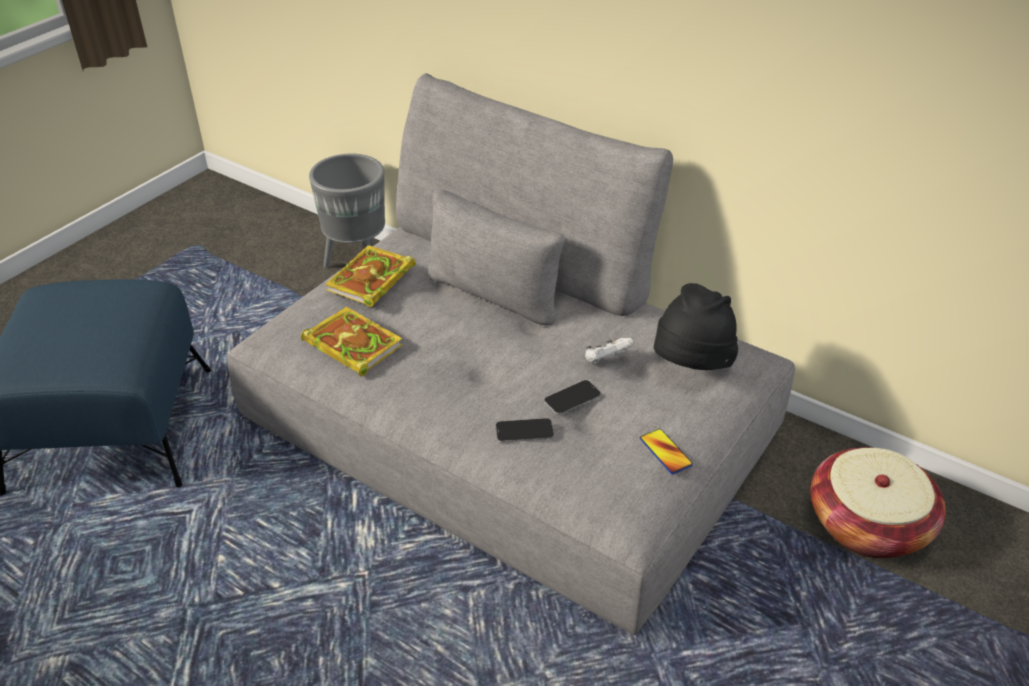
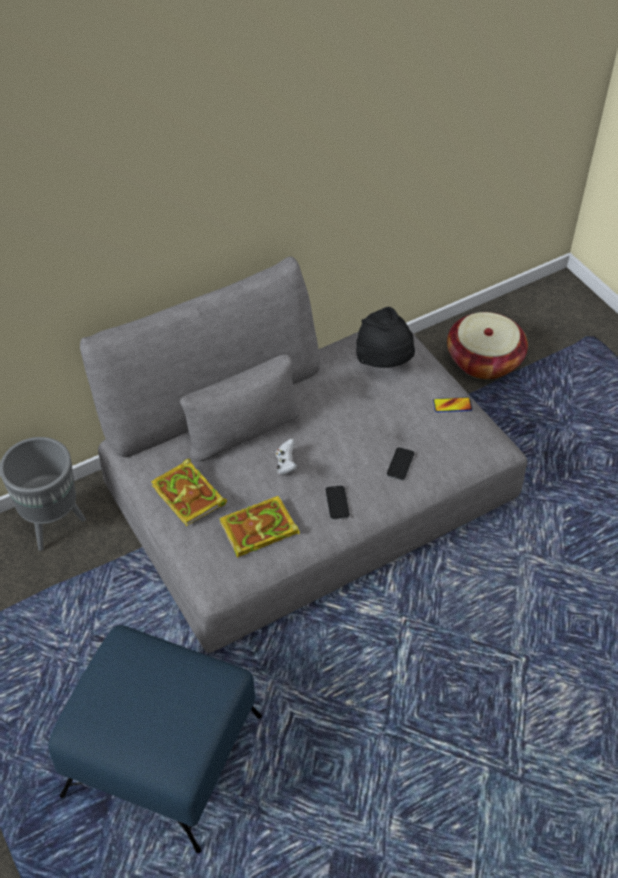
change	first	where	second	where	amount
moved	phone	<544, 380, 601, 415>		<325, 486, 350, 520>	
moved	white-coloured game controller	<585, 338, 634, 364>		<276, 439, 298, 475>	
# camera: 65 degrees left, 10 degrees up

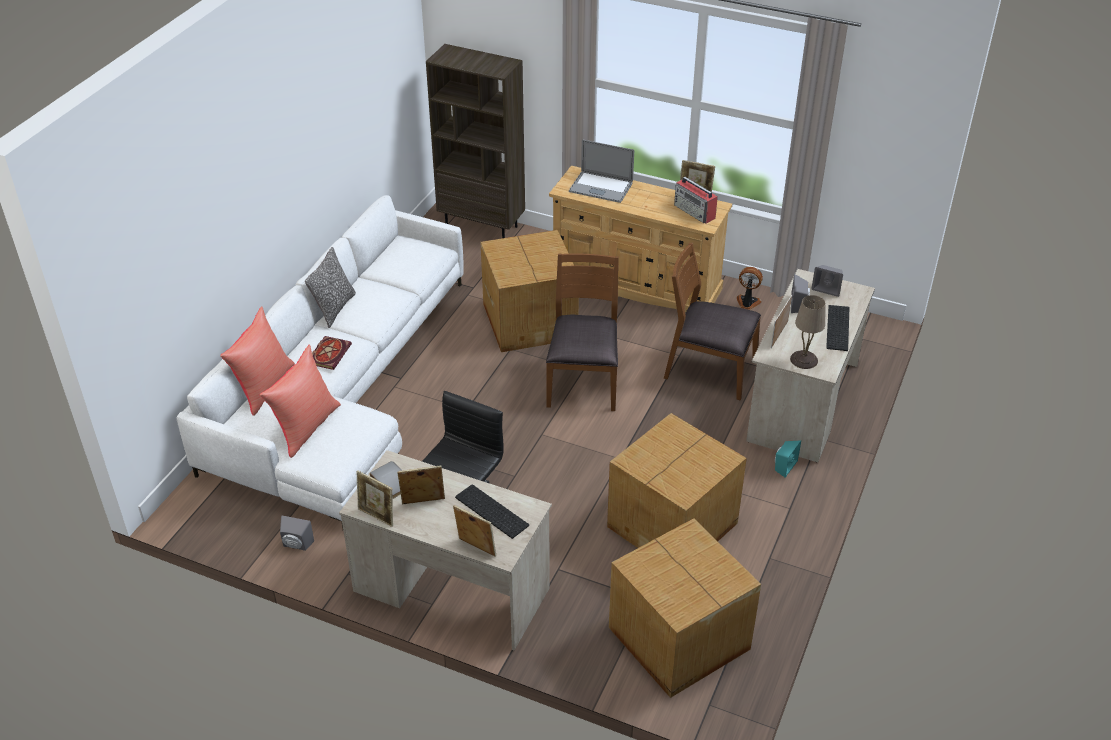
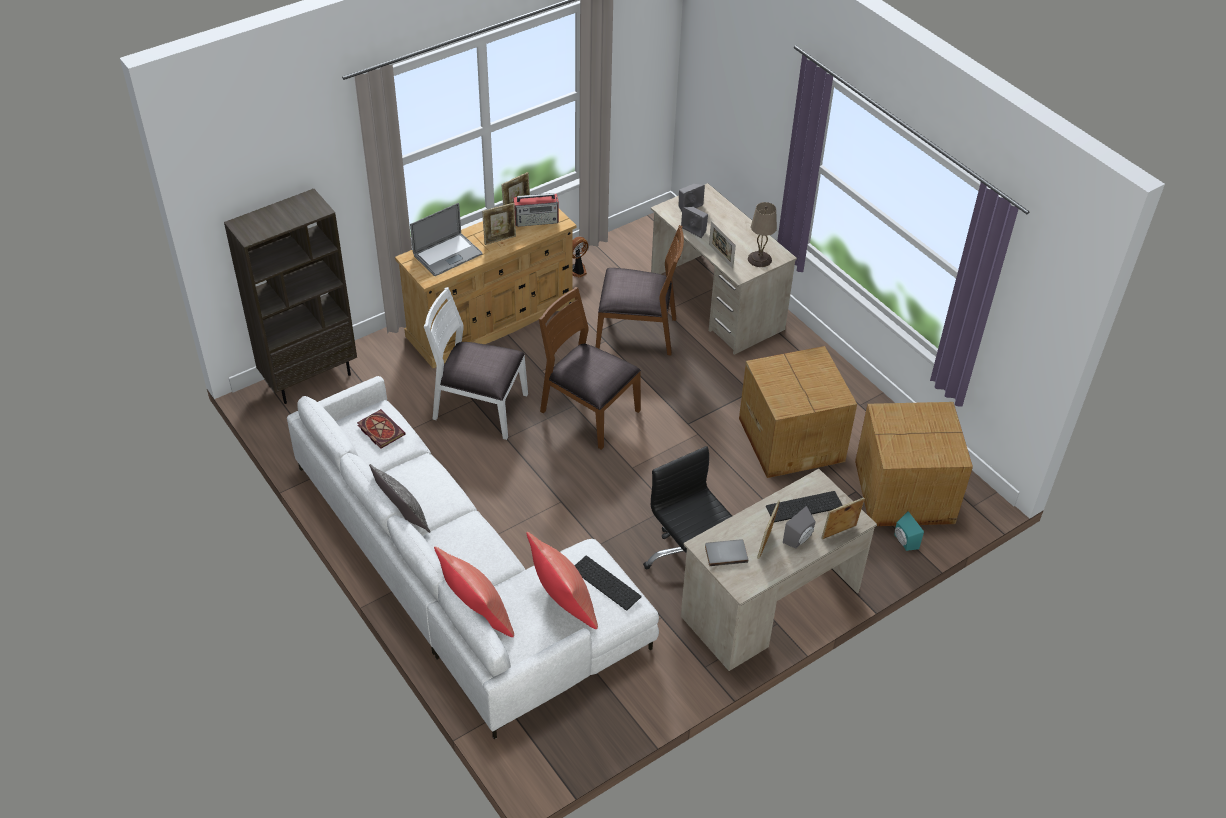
change	first	where	second	where	amount
moved	grey loudspeaker	<280, 516, 314, 551>		<783, 506, 816, 549>	
moved	volume	<312, 336, 352, 370>		<357, 409, 406, 449>	
moved	picture frame	<356, 470, 393, 527>		<482, 203, 516, 245>	
replaced	cardboard box	<480, 230, 579, 352>	white-coloured upright chair	<424, 287, 528, 440>	
turned	brown-coloured upright chair	<664, 243, 761, 401>		<596, 225, 684, 355>	135 degrees counterclockwise
moved	blue-green loudspeaker	<775, 440, 801, 478>		<894, 511, 924, 551>	
moved	PC keyboard	<826, 305, 850, 351>		<575, 556, 641, 611>	
# camera: 60 degrees left, 5 degrees up

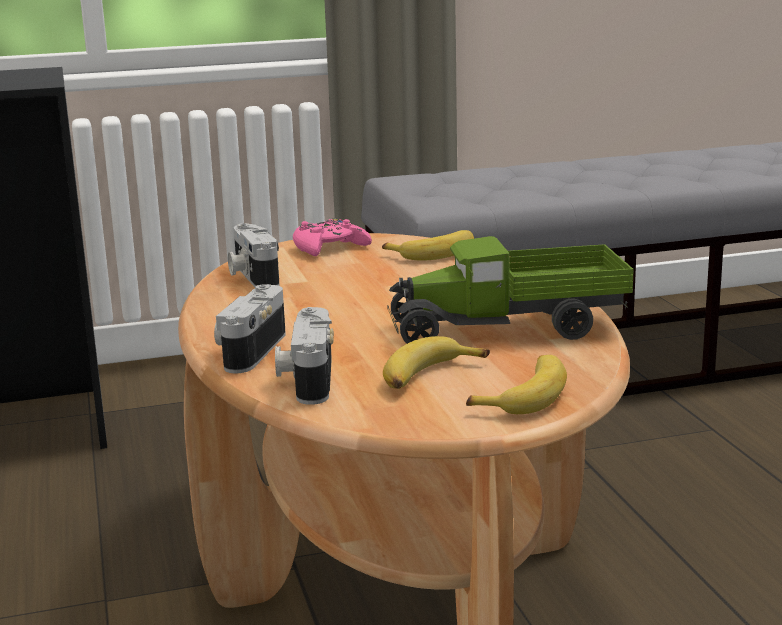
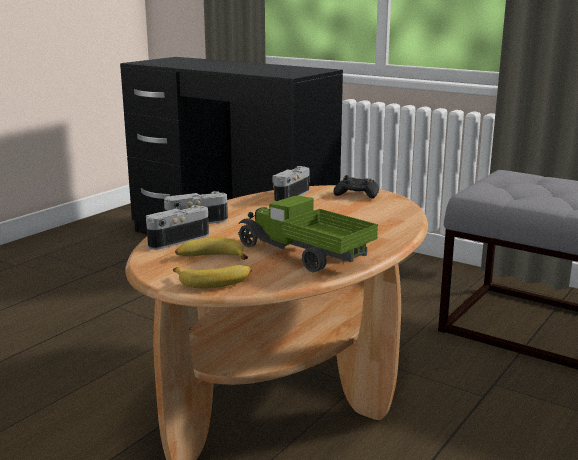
change	first	where	second	where	amount
recoloured	pink game controller	<293, 218, 372, 256>	black game controller	<333, 175, 379, 199>	
removed	whole banana	<382, 230, 474, 260>			
# camera: 50 degrees right, 0 degrees up

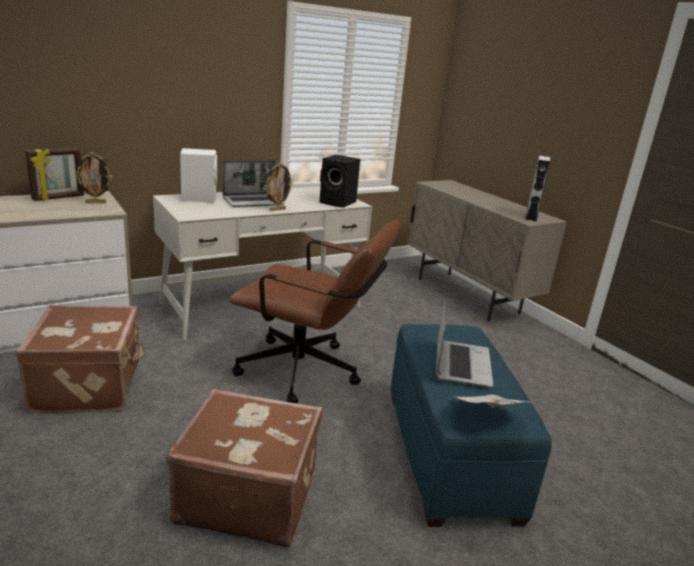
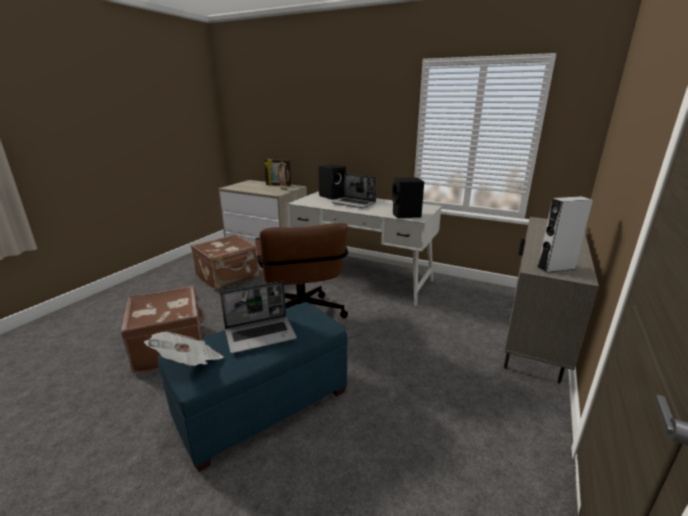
change	first	where	second	where	amount
recoloured	white-coloured loudspeaker	<180, 148, 217, 203>	black loudspeaker	<318, 164, 346, 200>	
removed	picture frame	<265, 163, 293, 211>			
# camera: 60 degrees right, 0 degrees up

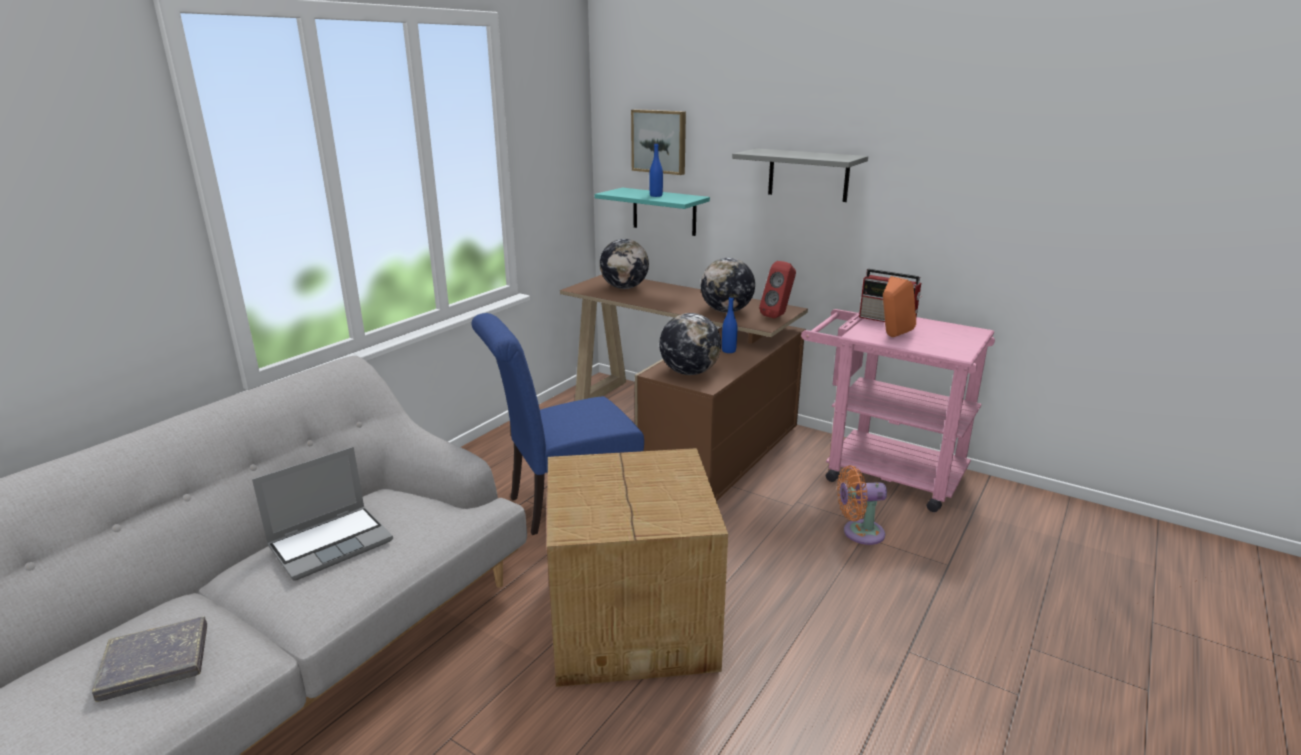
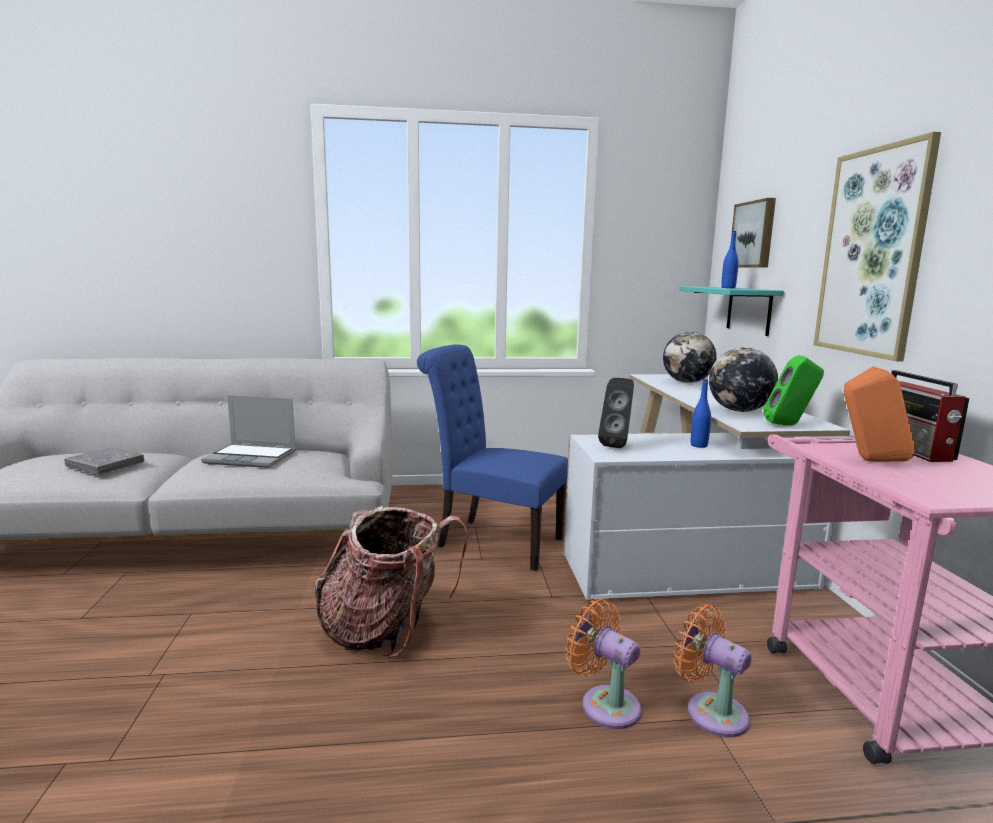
change	first	where	second	where	amount
replaced	cardboard box	<547, 448, 728, 687>	rucksack	<313, 506, 469, 658>	
recoloured	brown-coloured desk unit	<560, 275, 808, 501>	white-coloured desk unit	<564, 374, 850, 600>	
replaced	desk globe	<659, 313, 721, 375>	black loudspeaker	<598, 378, 634, 448>	
replaced	grey bracket shelf	<732, 149, 868, 202>	wall picture	<814, 132, 941, 361>	
recoloured	red loudspeaker	<759, 261, 796, 319>	green-coloured loudspeaker	<763, 355, 824, 426>	
added			orange electric fan	<566, 598, 641, 729>	
# camera: 50 degrees right, 10 degrees down

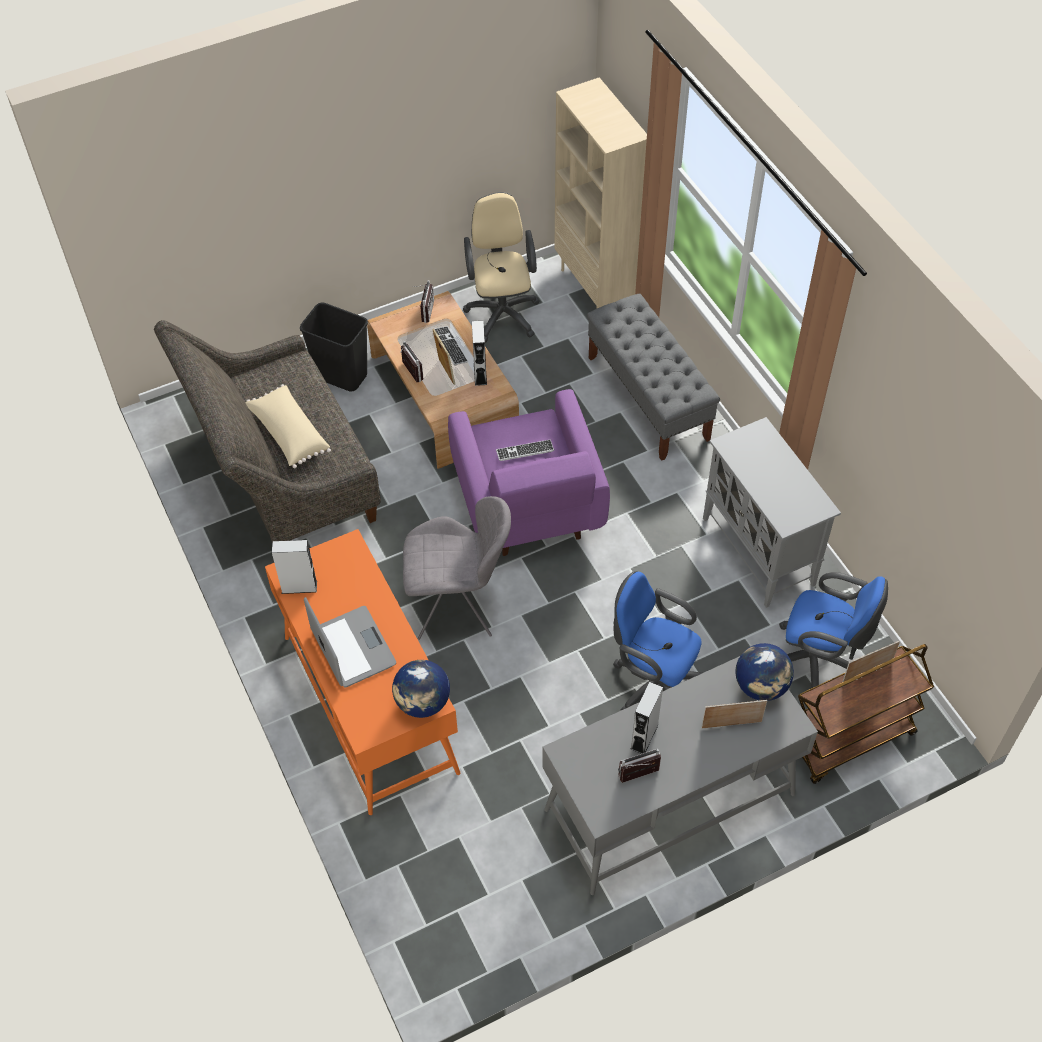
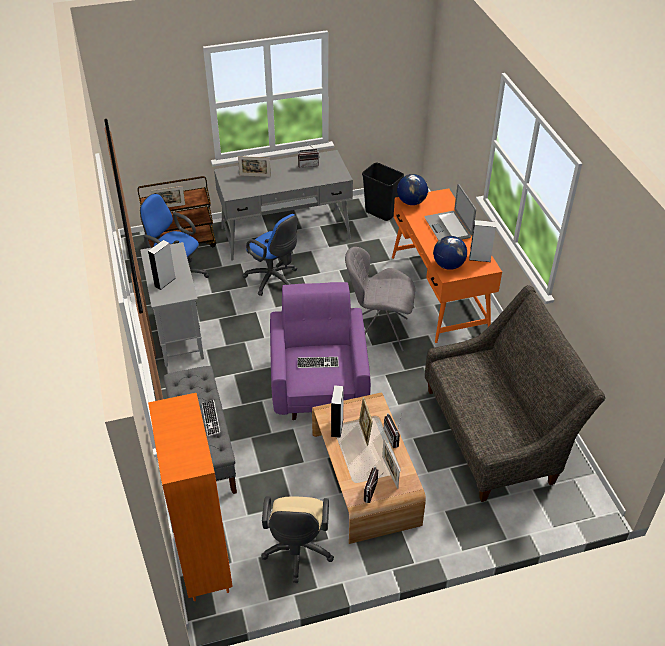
change	first	where	second	where	amount
removed	beige throw pillow	<245, 384, 331, 469>			
moved	black rubbish bin	<300, 303, 368, 392>		<362, 163, 404, 221>	
moved	PC keyboard	<435, 326, 468, 366>		<202, 399, 220, 436>	
recoloured	beige bookshelf	<554, 77, 647, 309>	orange bookshelf	<148, 393, 232, 601>	
moved	grey loudspeaker	<631, 682, 663, 754>		<148, 240, 176, 290>	
moved	desk globe	<735, 643, 794, 701>		<433, 236, 467, 270>	
added			picture frame	<382, 439, 400, 489>	
# camera: 170 degrees left, 10 degrees down

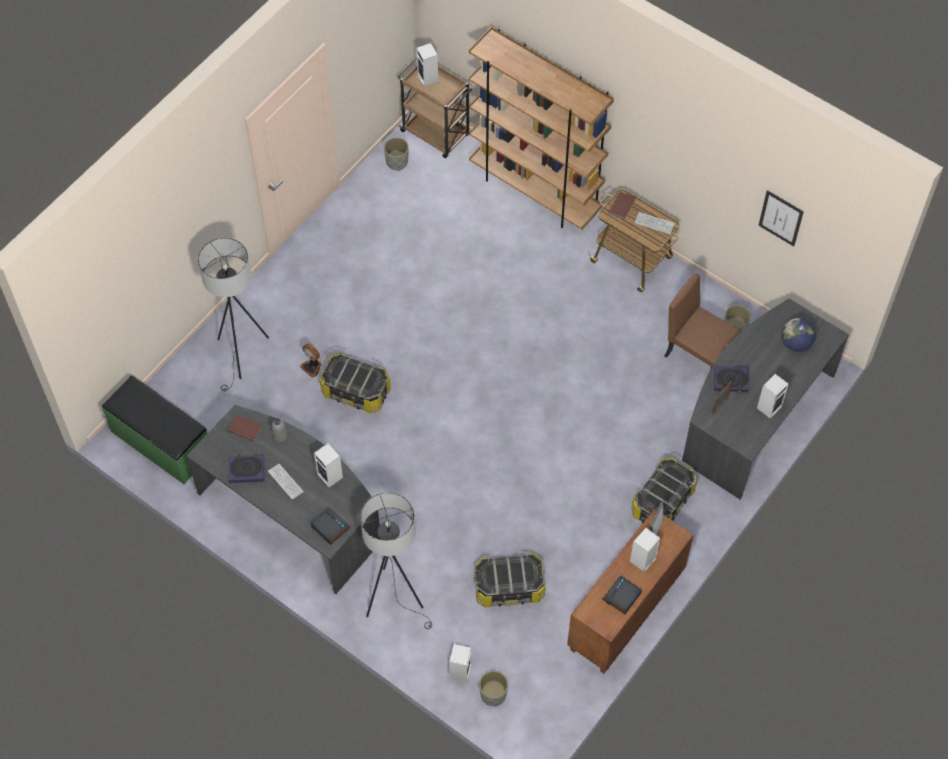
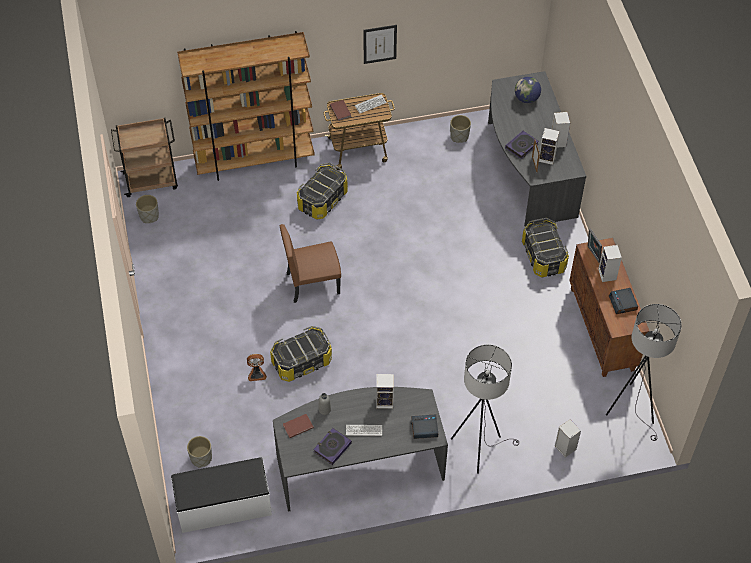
change	first	where	second	where	amount
recoloured	green-coloured indoor bench	<102, 375, 207, 484>	white-coloured indoor bench	<171, 457, 272, 533>	
moved	grey standing lamp	<198, 237, 269, 391>		<606, 304, 682, 441>	
moved	loudspeaker	<416, 43, 438, 87>		<539, 128, 560, 165>	
moved	storage box	<474, 552, 546, 608>		<297, 163, 348, 220>	
moved	grey plant pot	<479, 671, 508, 706>		<187, 436, 212, 468>	
moved	brown-coloured upright chair	<664, 273, 741, 370>		<280, 224, 341, 303>	
moved	wall picture	<758, 190, 804, 246>		<364, 25, 397, 64>	
# camera: 50 degrees left, 5 degrees down

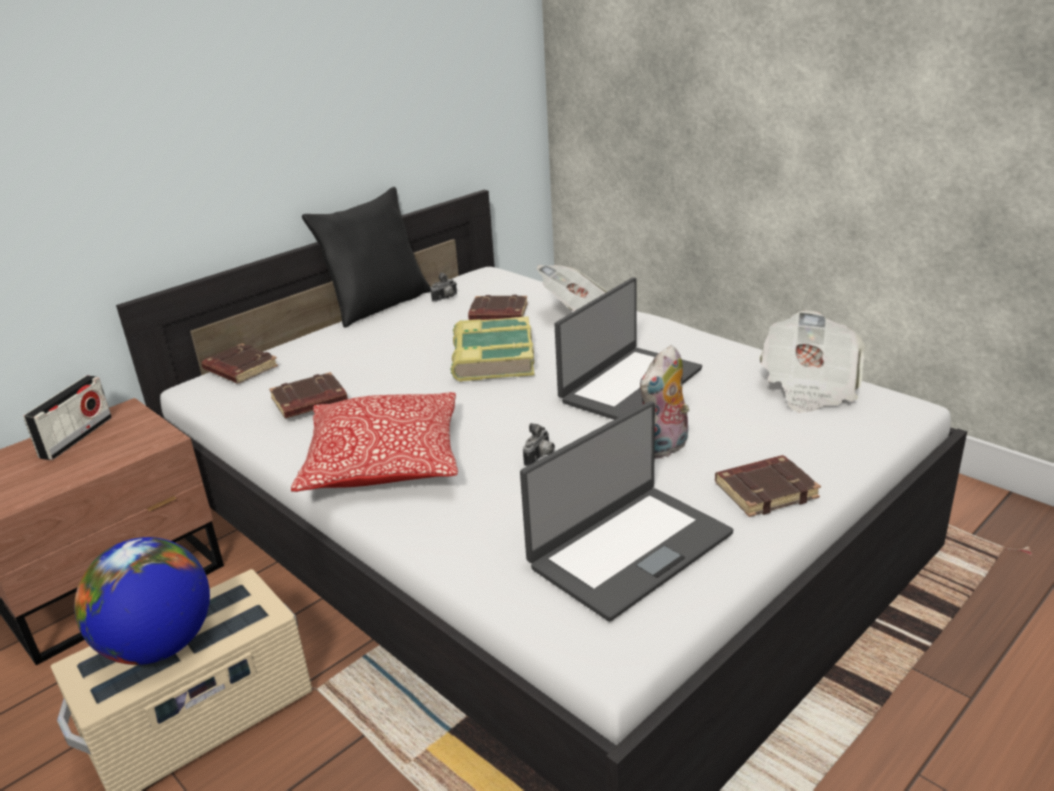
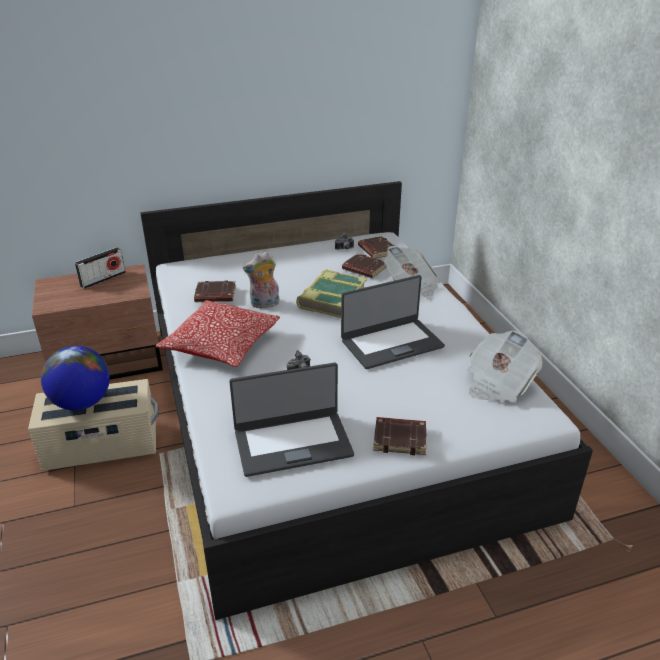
change	first	where	second	where	amount
moved	brown-coloured volume	<201, 343, 278, 384>		<358, 236, 394, 259>	
removed	black throw pillow	<302, 187, 431, 327>			
moved	plush toy	<640, 345, 689, 459>		<243, 251, 280, 309>	
# camera: 25 degrees right, 5 degrees up

